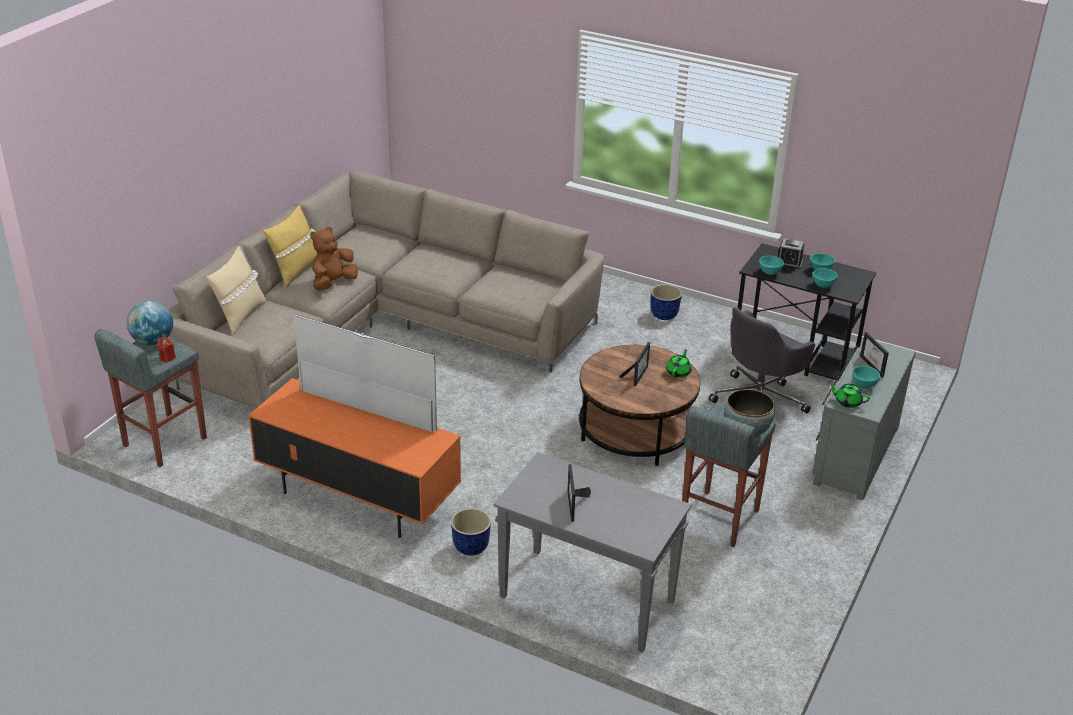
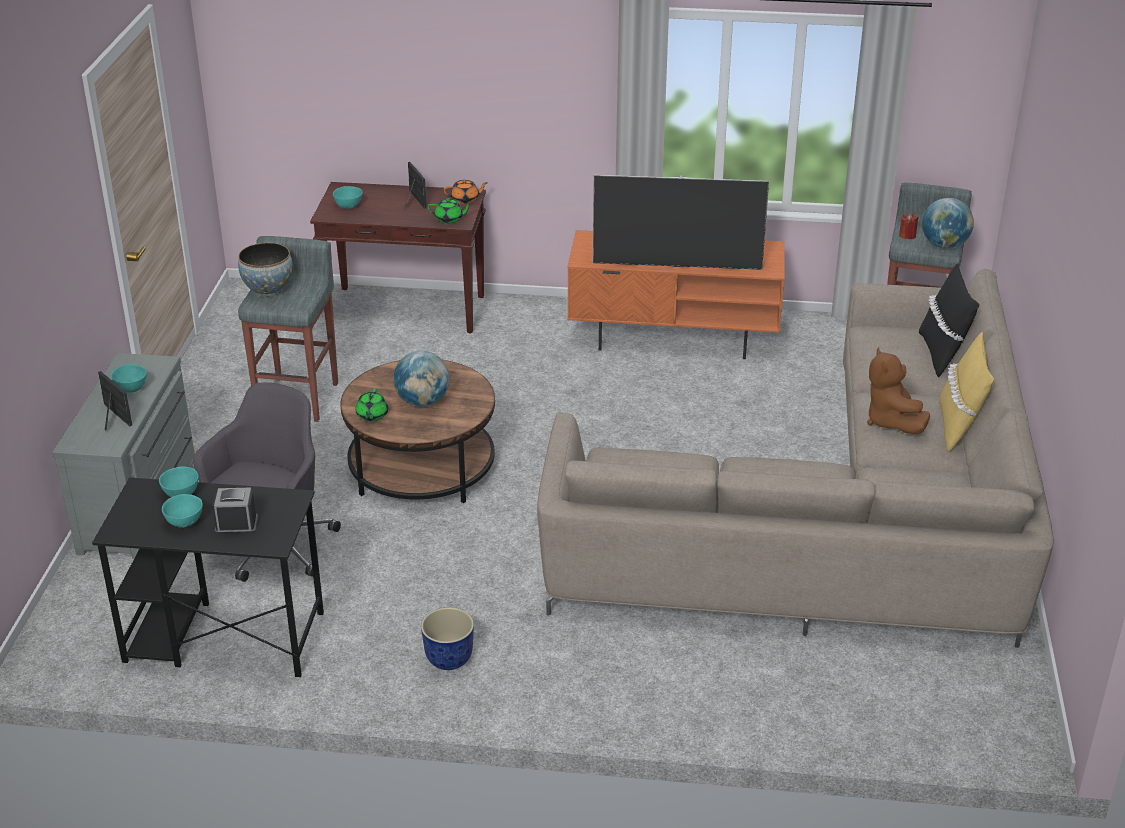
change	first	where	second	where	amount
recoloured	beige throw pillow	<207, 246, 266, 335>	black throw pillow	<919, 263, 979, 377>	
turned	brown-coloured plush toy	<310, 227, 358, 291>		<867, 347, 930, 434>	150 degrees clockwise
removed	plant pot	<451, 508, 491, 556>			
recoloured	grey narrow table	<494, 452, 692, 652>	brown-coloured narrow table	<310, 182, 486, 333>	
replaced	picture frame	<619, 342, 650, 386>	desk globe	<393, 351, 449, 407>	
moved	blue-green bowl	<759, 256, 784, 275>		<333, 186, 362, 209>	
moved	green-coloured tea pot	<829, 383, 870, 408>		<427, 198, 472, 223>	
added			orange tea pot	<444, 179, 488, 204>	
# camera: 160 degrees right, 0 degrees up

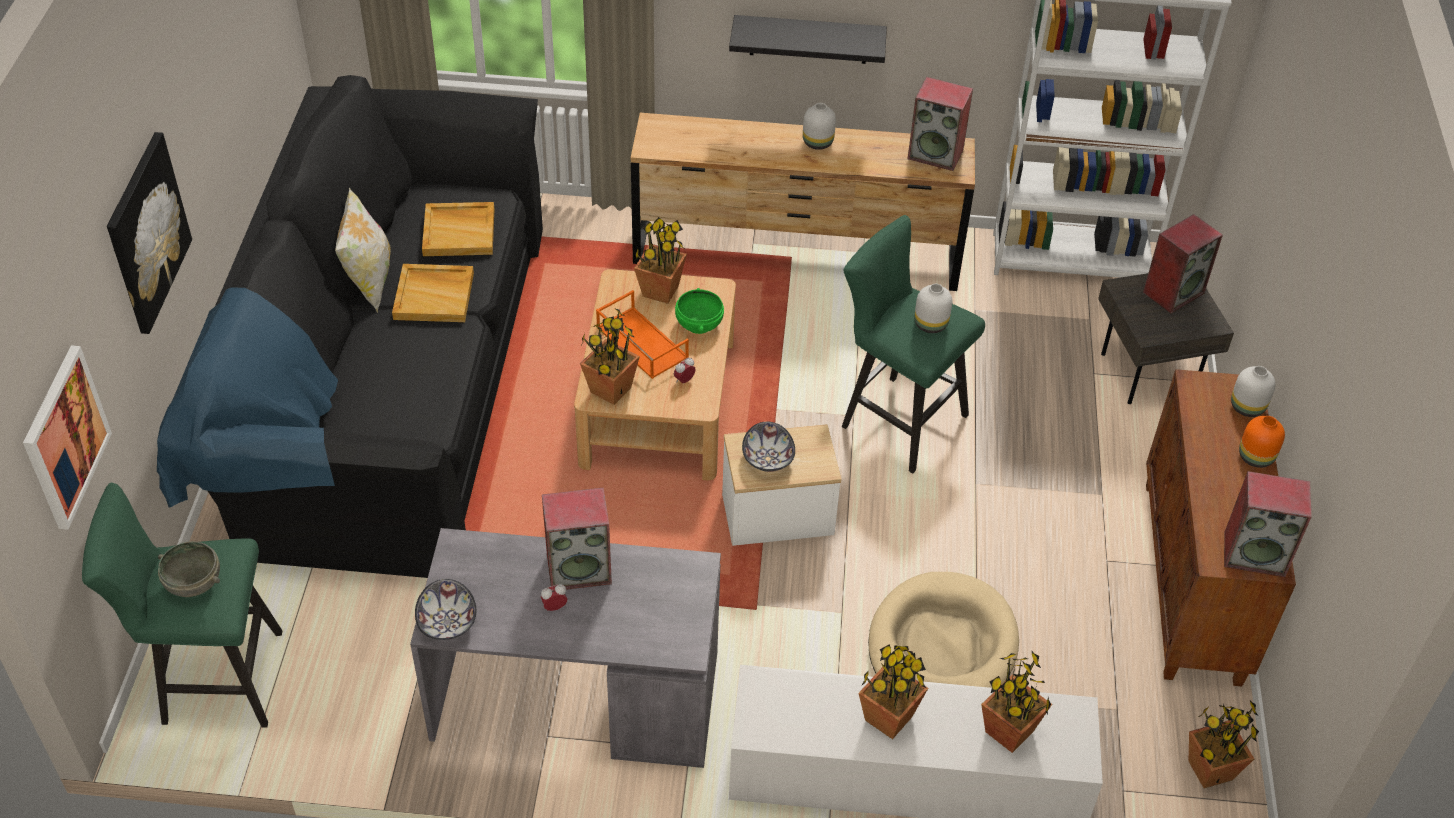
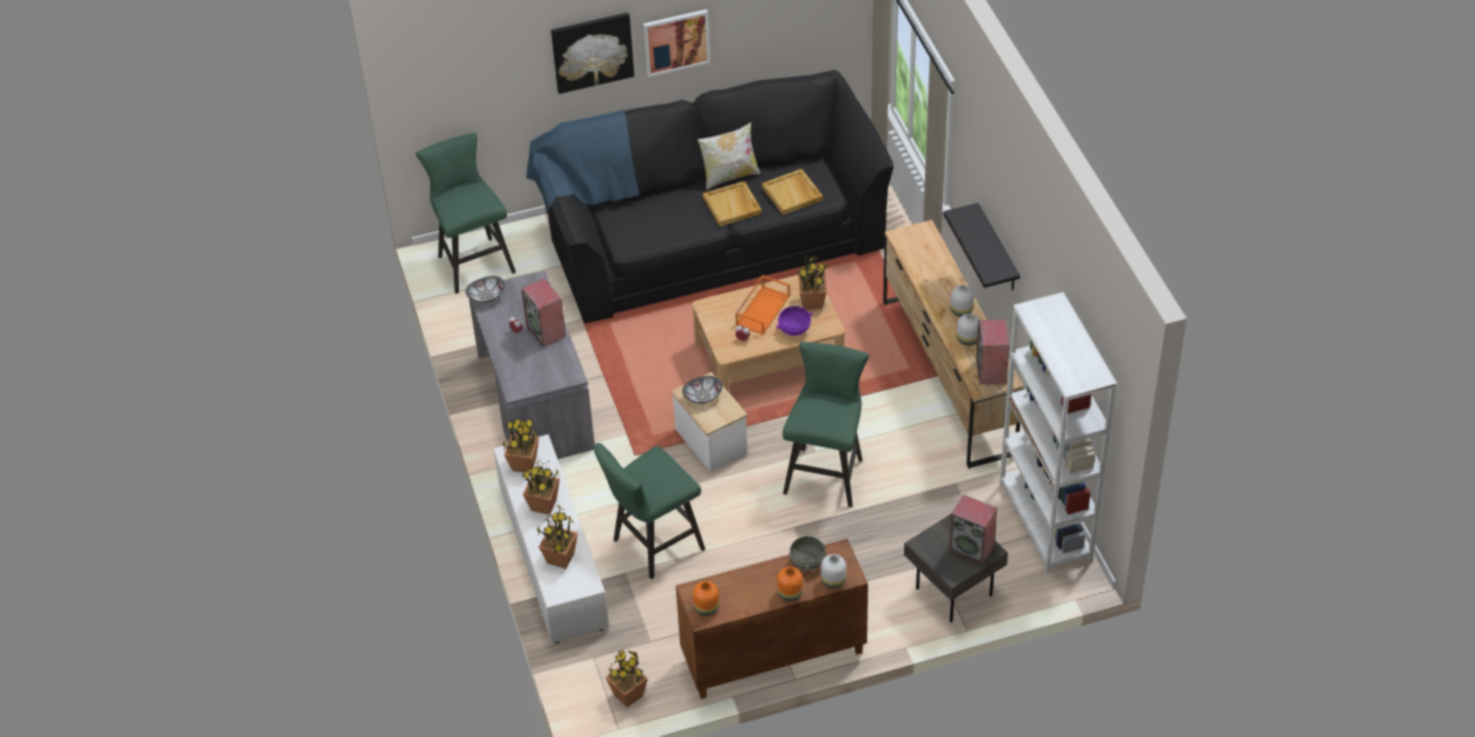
change	first	where	second	where	amount
moved	wall picture	<23, 345, 112, 530>		<643, 9, 710, 77>	
moved	grey bowl	<158, 541, 220, 597>		<789, 535, 826, 571>	
moved	plant in a pot	<580, 307, 640, 405>		<503, 418, 539, 473>	
recoloured	green-coloured bowl	<675, 288, 724, 334>	purple-coloured bowl	<777, 306, 812, 336>	
replaced	beige dog cushion	<868, 572, 1019, 688>	green-coloured stool	<593, 443, 705, 579>	
moved	white-coloured decorative vase	<914, 284, 952, 333>		<957, 313, 980, 345>	
replaced	loudspeaker	<1224, 471, 1312, 577>	orange decorative vase	<693, 581, 719, 616>	
# camera: 70 degrees right, 0 degrees up

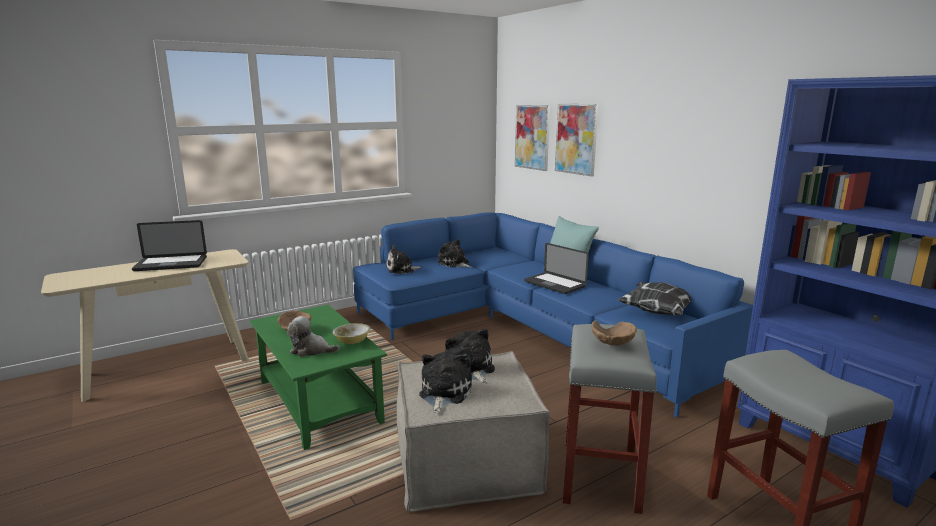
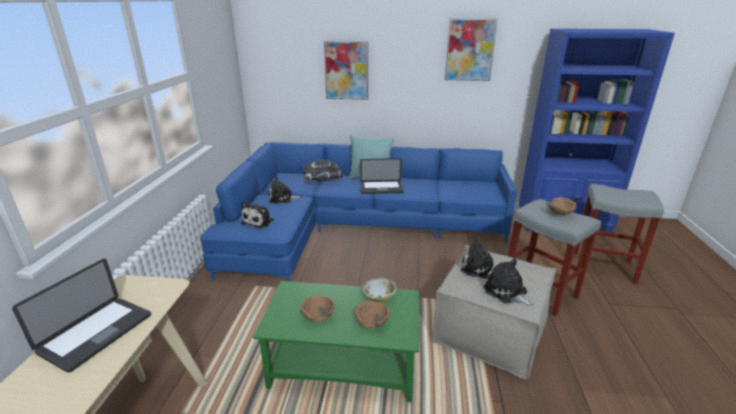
change	first	where	second	where	amount
replaced	plush toy	<287, 316, 340, 357>	brown-coloured bowl	<355, 301, 390, 328>	
moved	wall picture	<515, 105, 550, 171>		<445, 18, 498, 81>	
moved	throw pillow	<617, 282, 691, 316>		<299, 160, 345, 181>	
# camera: 50 degrees left, 10 degrees up

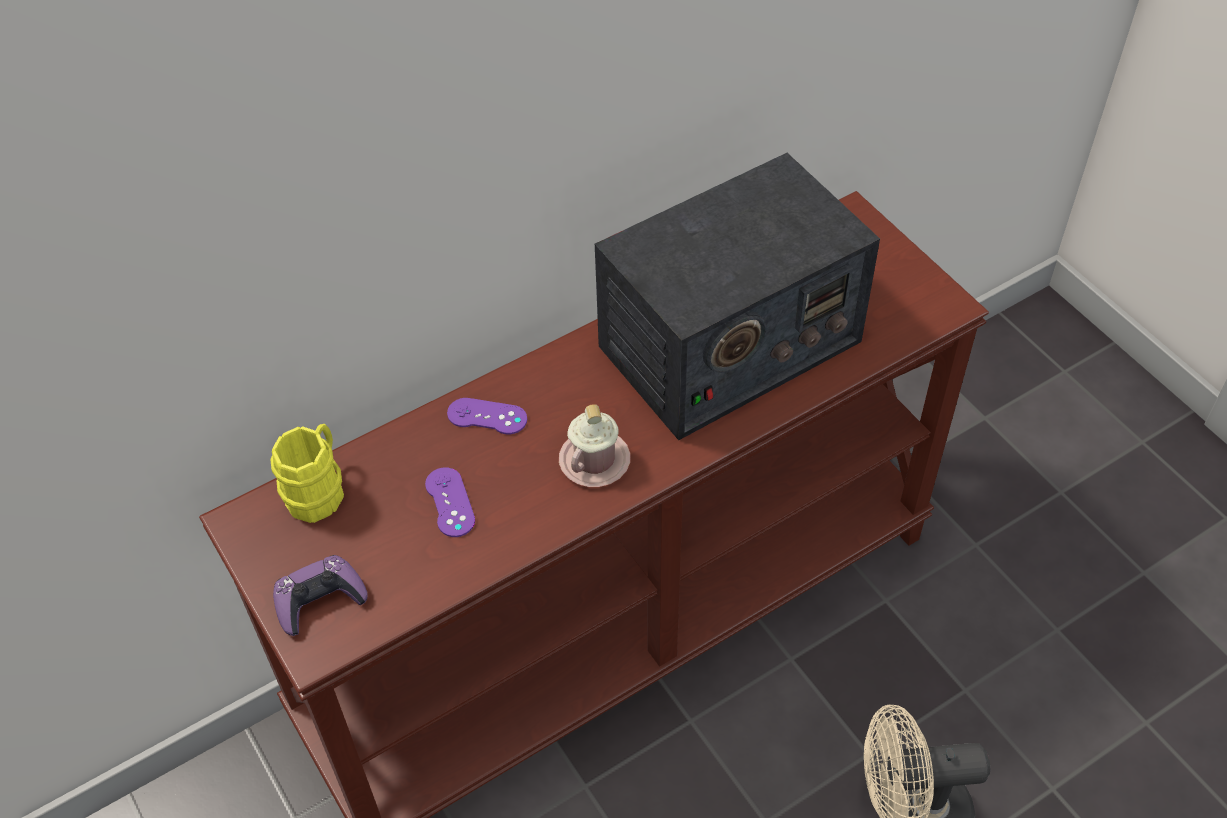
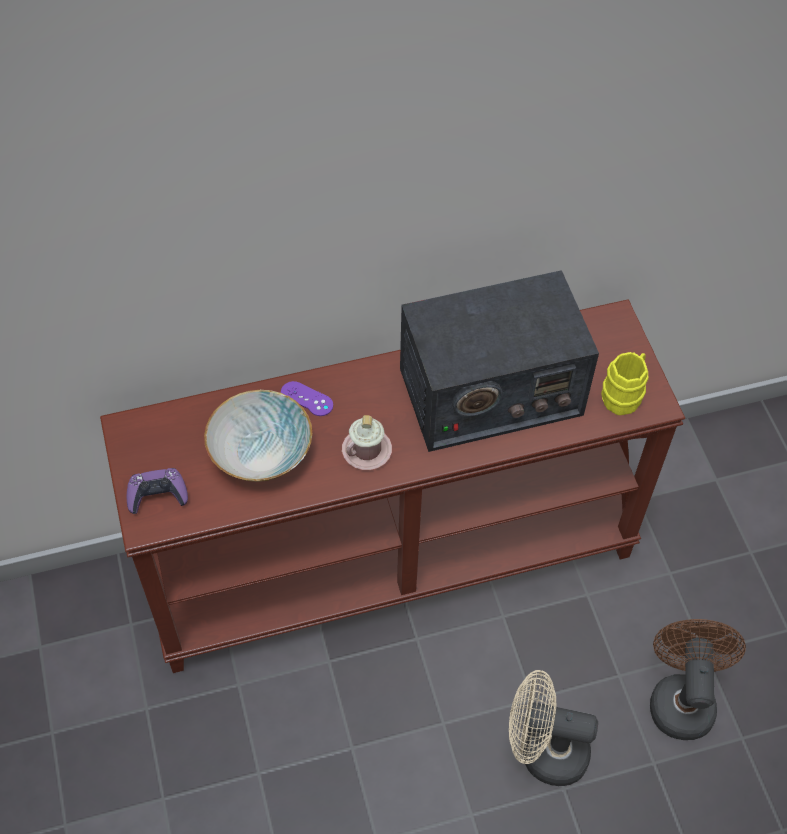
change	first	where	second	where	amount
moved	yellow-coloured mug	<270, 424, 344, 523>		<601, 352, 648, 416>	
replaced	purple-coloured game controller	<425, 468, 475, 537>	bowl	<204, 390, 312, 482>	
added			brown-coloured electric fan	<650, 619, 746, 740>	
# camera: 15 degrees right, 5 degrees up

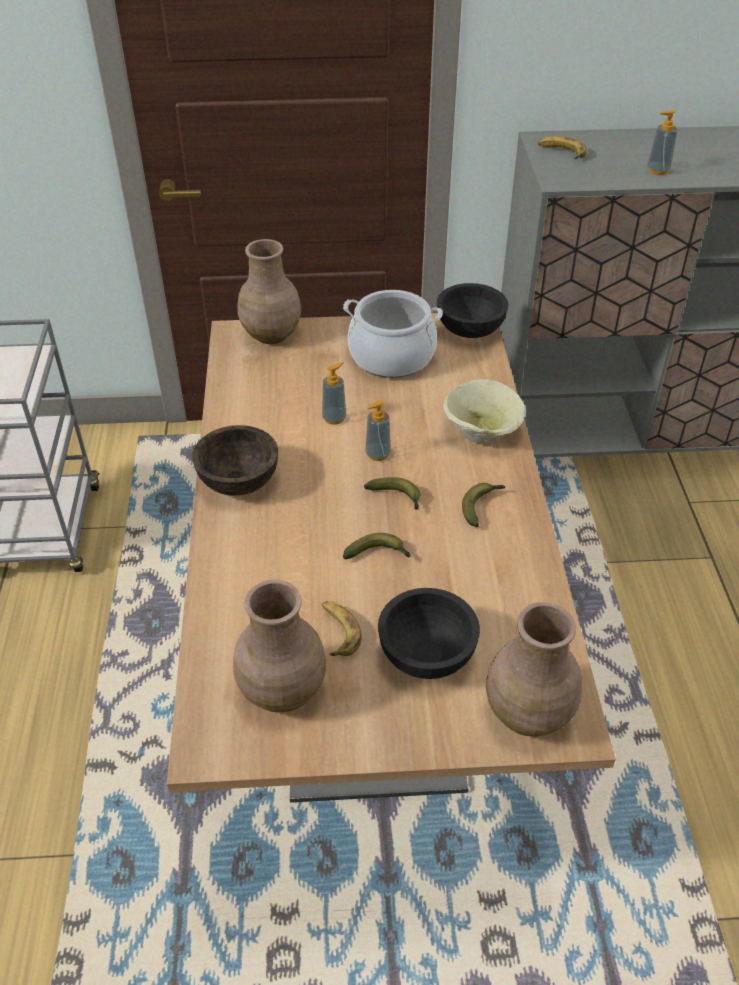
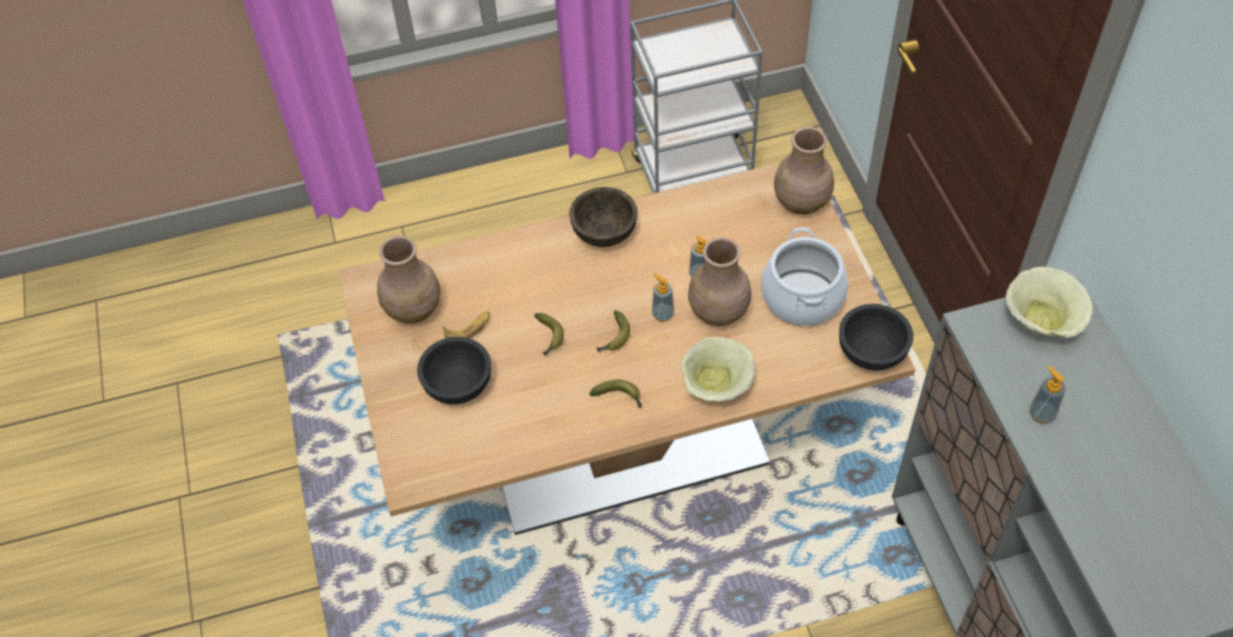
change	first	where	second	where	amount
moved	brown-coloured decorative vase	<486, 602, 582, 737>		<688, 237, 751, 326>	
replaced	whole banana	<538, 136, 587, 159>	beige bowl	<1006, 267, 1093, 338>	
# camera: 80 degrees right, 10 degrees up

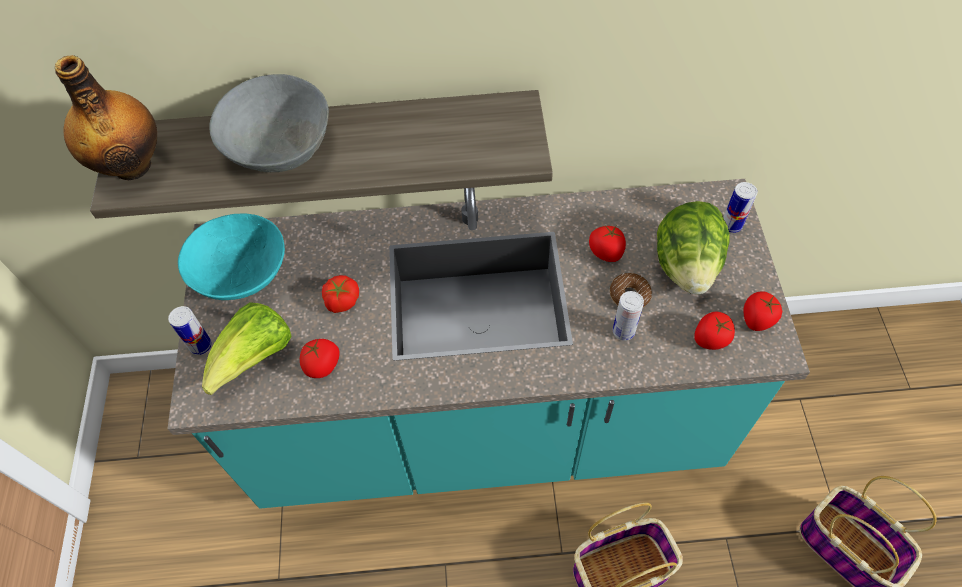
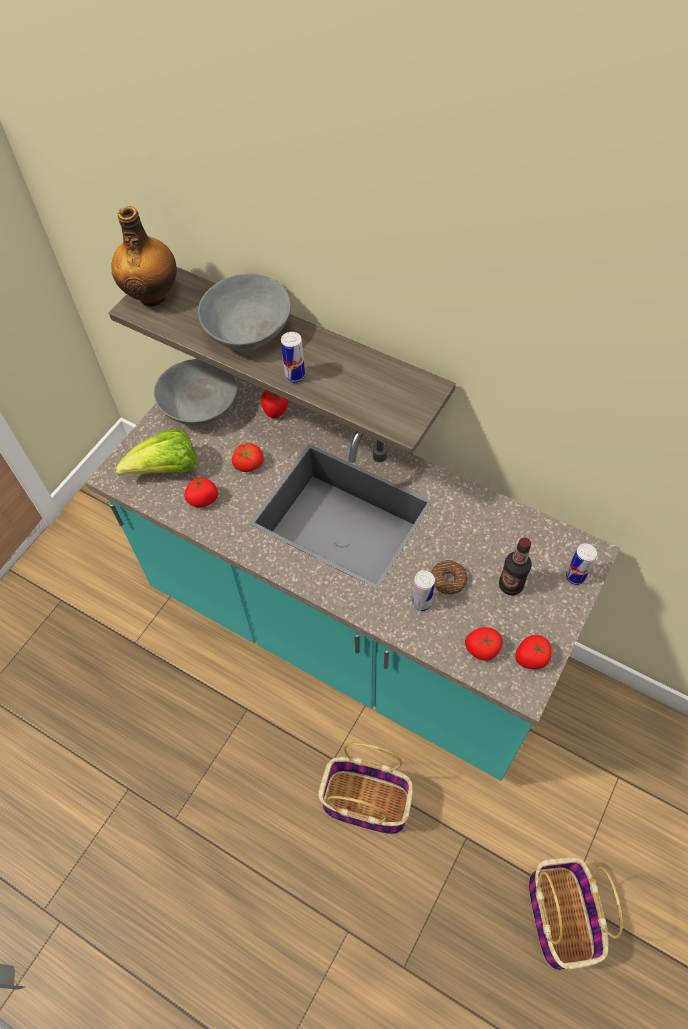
change	first	where	second	where	amount
moved	can	<168, 306, 212, 355>		<281, 332, 305, 383>	
recoloured	blue-green bowl	<178, 213, 285, 300>	grey bowl	<154, 359, 238, 426>	
moved	fresh tomato	<589, 226, 626, 262>		<261, 390, 288, 418>	
replaced	lettuce	<657, 201, 730, 295>	bottle	<499, 538, 532, 595>	
# camera: 35 degrees right, 0 degrees up

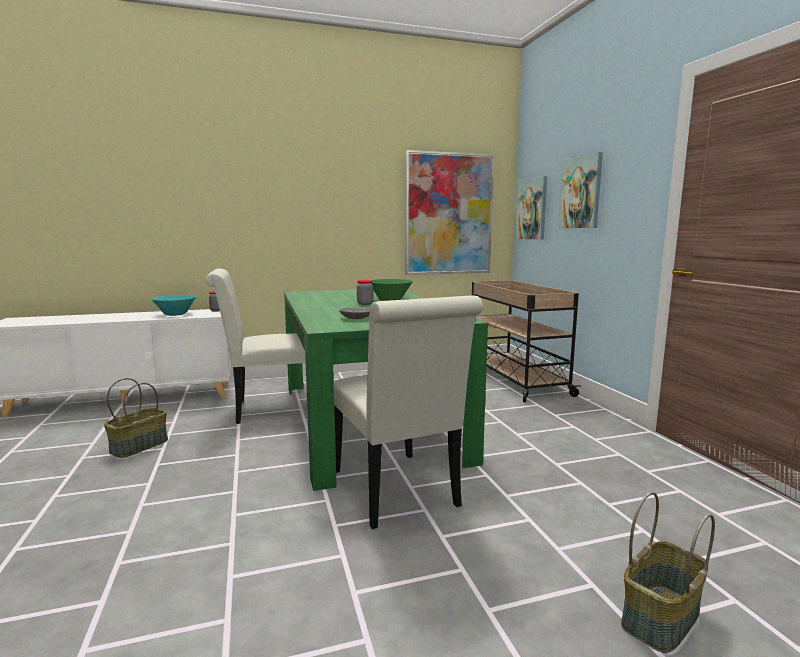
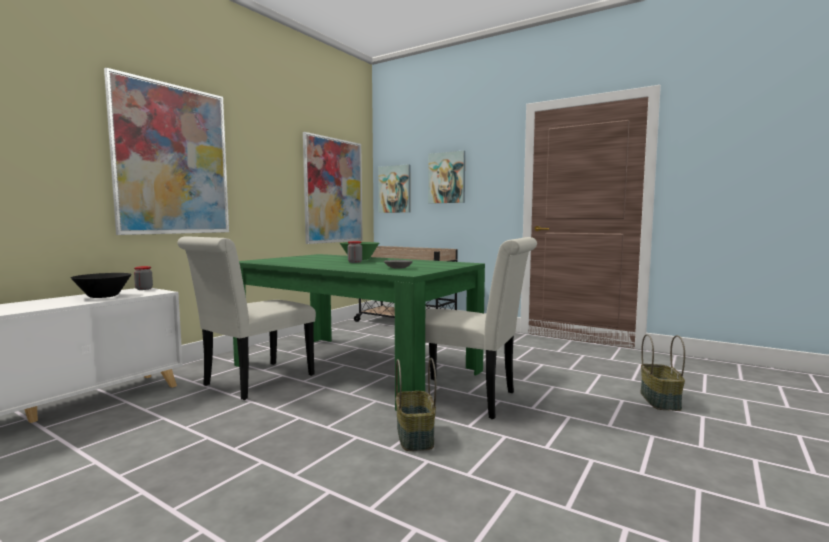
change	first	where	second	where	amount
moved	basket	<104, 378, 168, 458>		<395, 358, 436, 451>	
recoloured	blue-green bowl	<151, 295, 196, 316>	black bowl	<71, 273, 132, 298>	
added			wall picture	<104, 68, 229, 235>	
# camera: 40 degrees left, 5 degrees down

